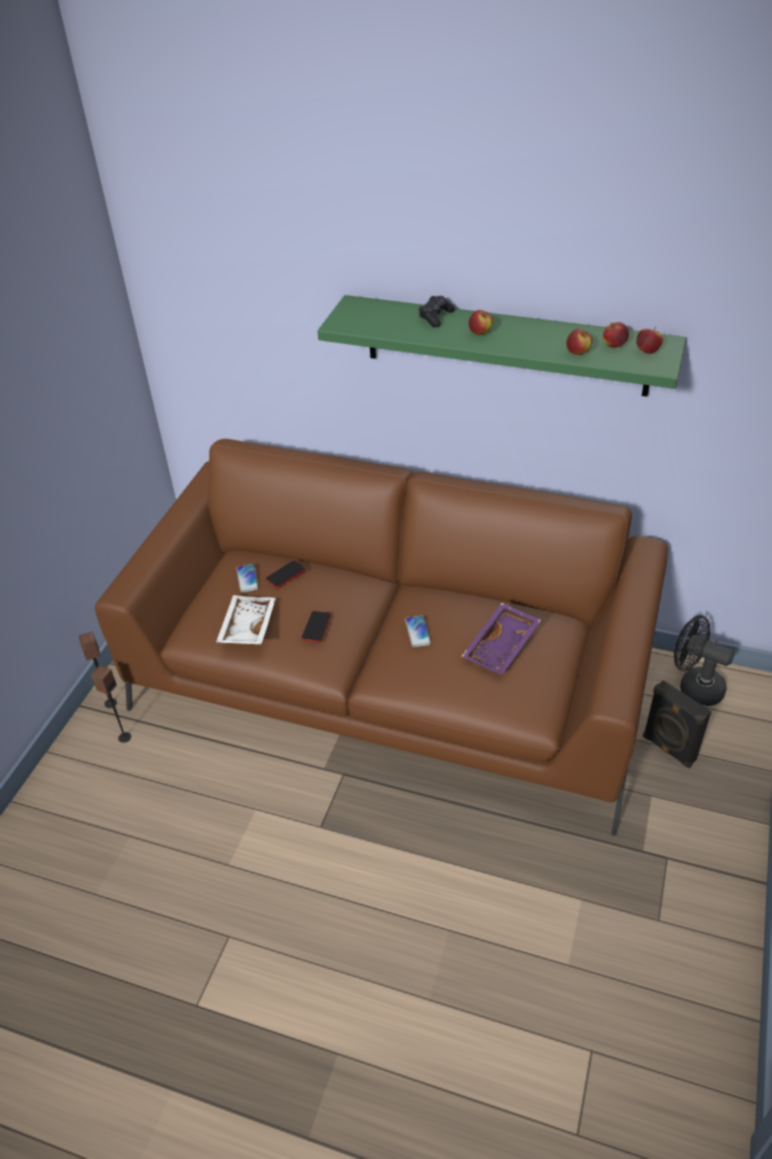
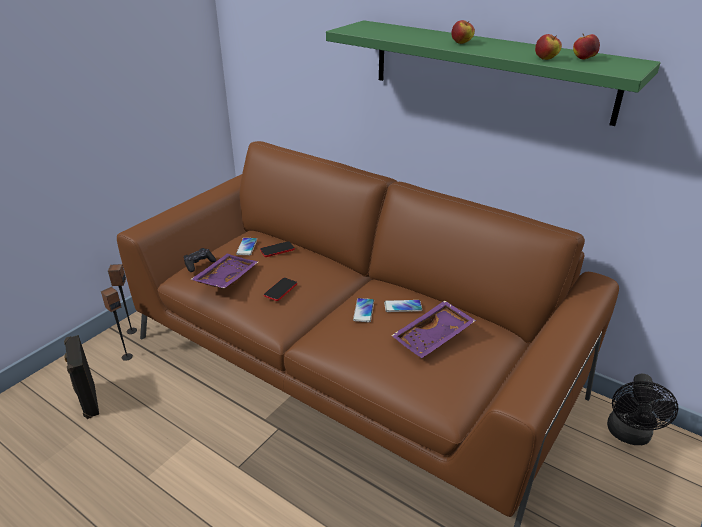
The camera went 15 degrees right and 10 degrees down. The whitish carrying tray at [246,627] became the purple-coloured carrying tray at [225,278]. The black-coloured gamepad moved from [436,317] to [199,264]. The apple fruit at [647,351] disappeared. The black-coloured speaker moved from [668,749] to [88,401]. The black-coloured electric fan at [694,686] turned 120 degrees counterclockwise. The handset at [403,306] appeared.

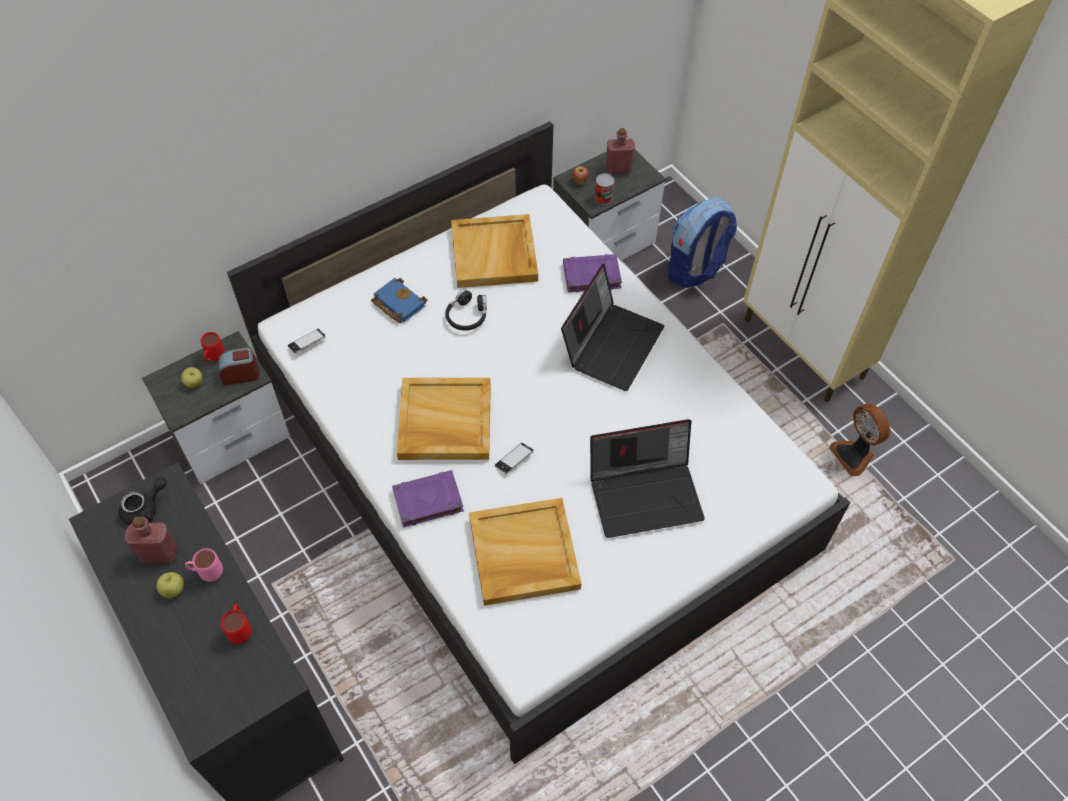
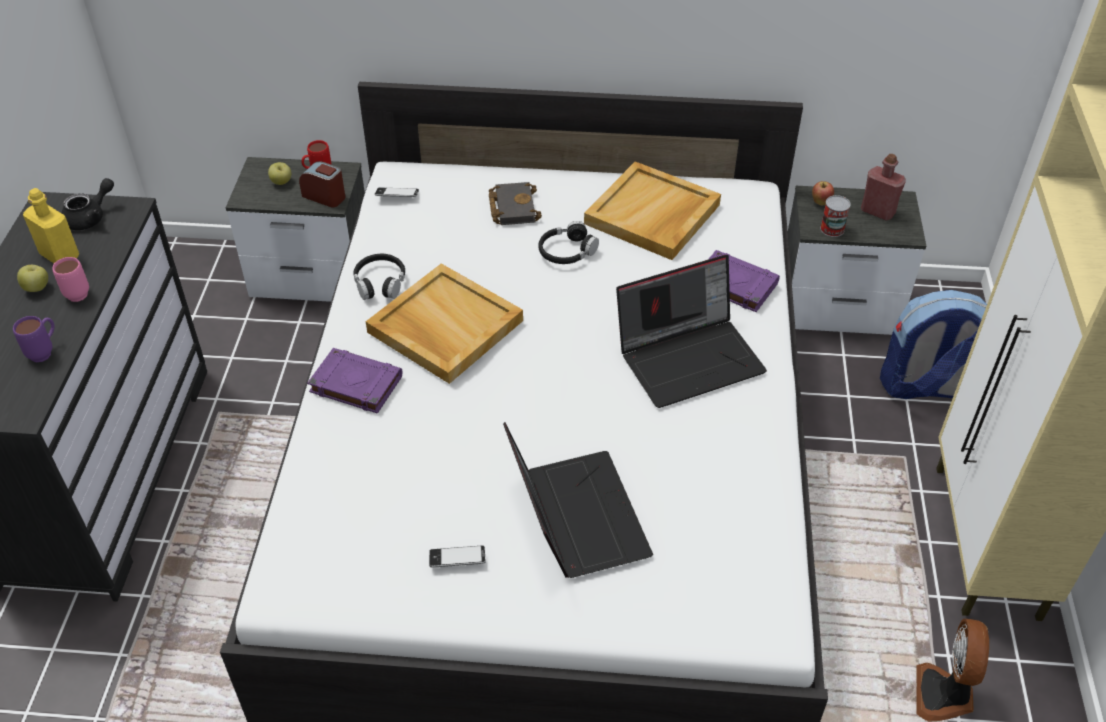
The camera went 40 degrees right and 10 degrees down. The black-coloured pot for tea at [145,509] turned 45 degrees counterclockwise. The red bottle at [159,554] became the yellow-coloured bottle at [60,256]. The red mug at [241,630] became the purple-coloured mug at [45,352]. The blue book at [397,303] became the black-coloured book at [512,207]. The beige carrying tray at [523,554] disappeared. The handset moved from [514,460] to [457,559]. The laptop at [646,493] turned 135 degrees counterclockwise. The black-coloured headset at [380,283] appeared.

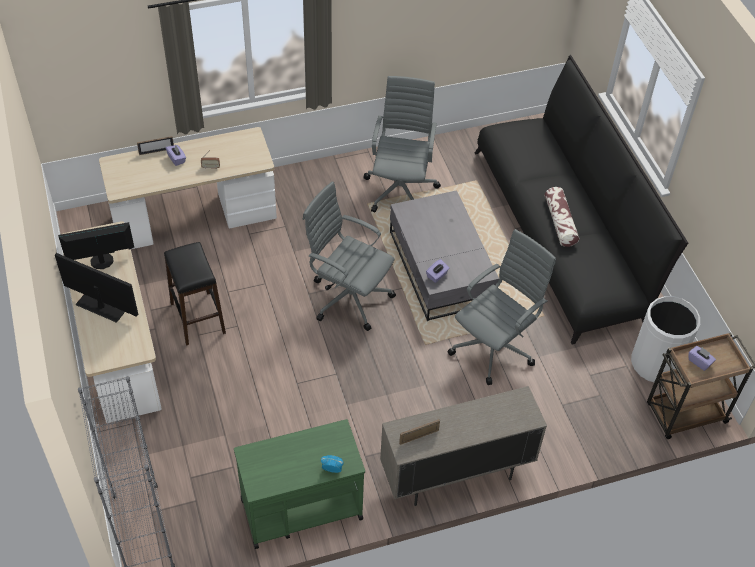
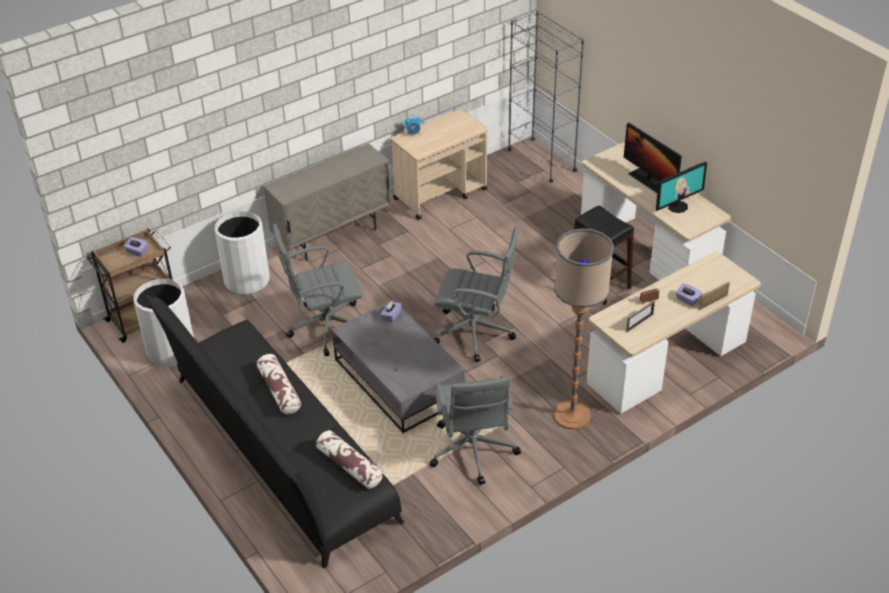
The camera went 165 degrees right and 10 degrees down. The monitor at [102,306] turned 45 degrees clockwise. The green trolley at [300,508] became the beige trolley at [441,194]. The photo frame moved from [419,437] to [639,322]. The gray office chair at [494,346] turned 45 degrees clockwise. The whitish rubbish bin at [247,281] appeared. The pillow at [349,466] appeared. The standing lamp at [572,415] appeared.

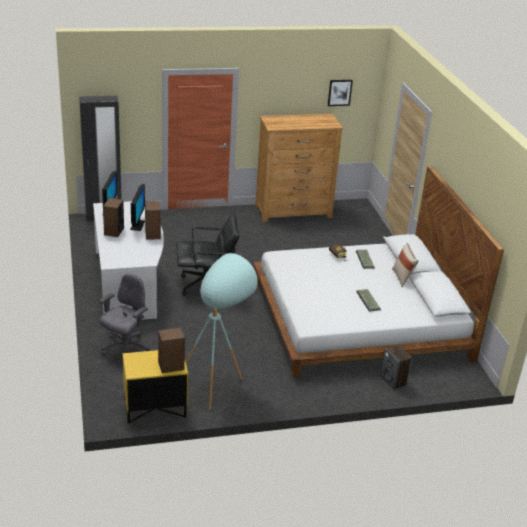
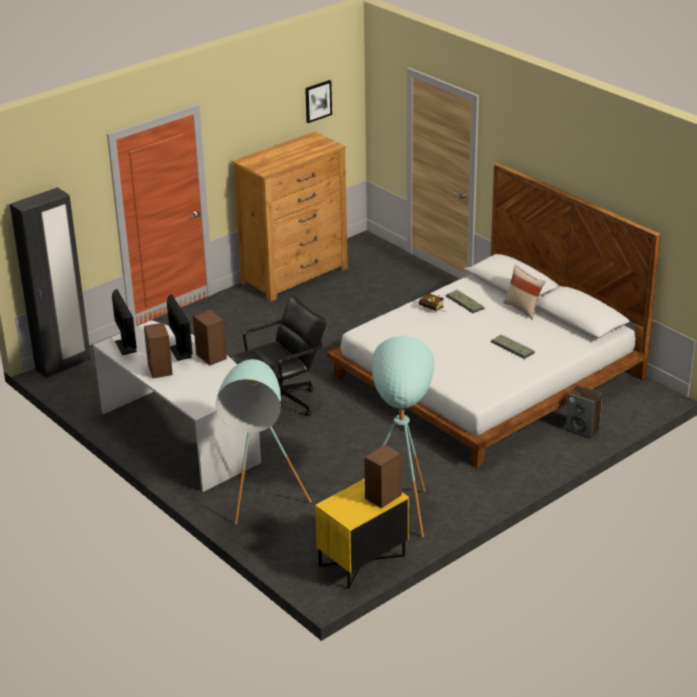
The camera went 25 degrees left and 0 degrees up. The gray office chair at [125,349] was replaced by the turquoise standing lamp at [260,511].

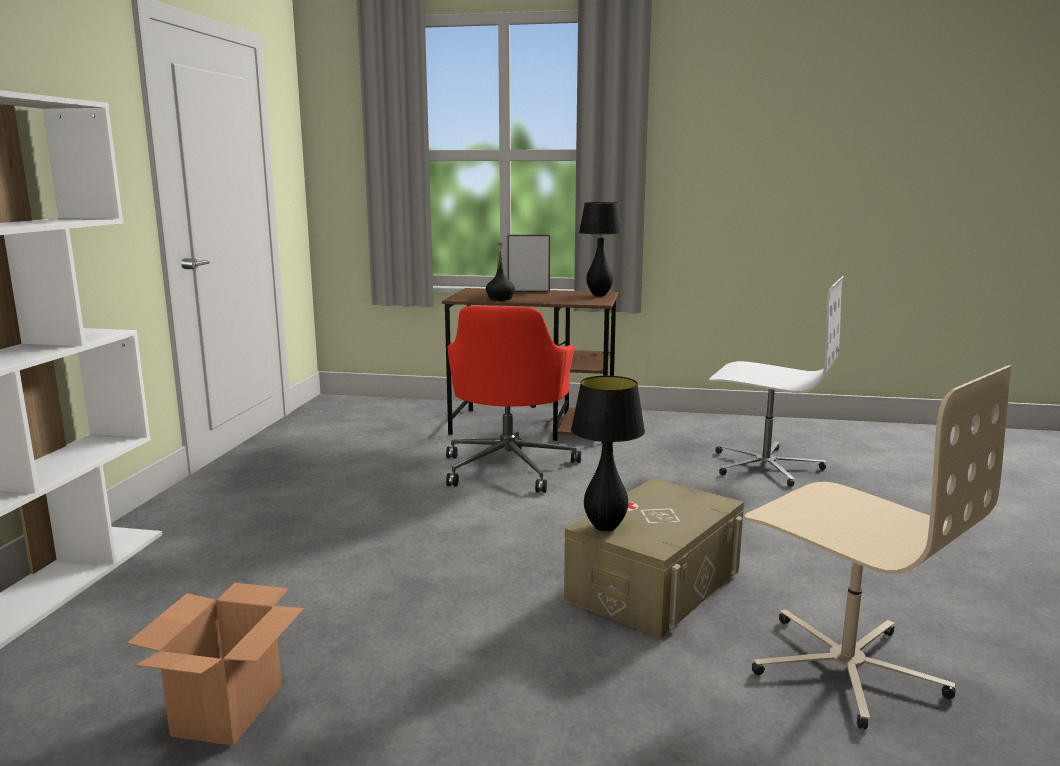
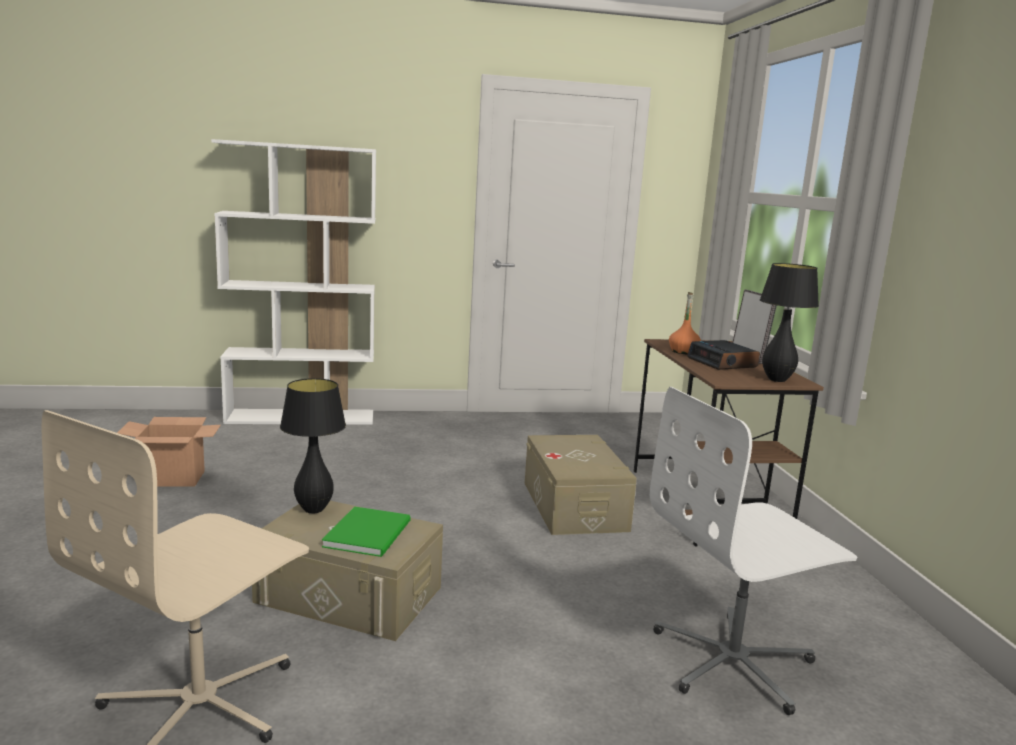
The camera went 70 degrees right and 0 degrees up. The red office chair at [509,467] was replaced by the beige storage container at [574,506]. The black-coloured bottle at [500,299] became the orange-coloured bottle at [683,351]. The whitish office chair at [765,465] turned 60 degrees clockwise. The green book at [370,533] appeared. The alarm clock at [723,362] appeared.

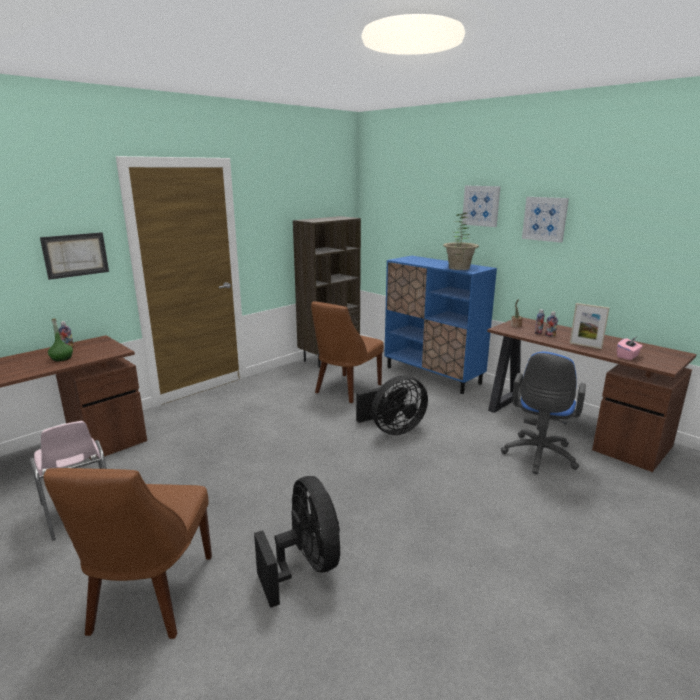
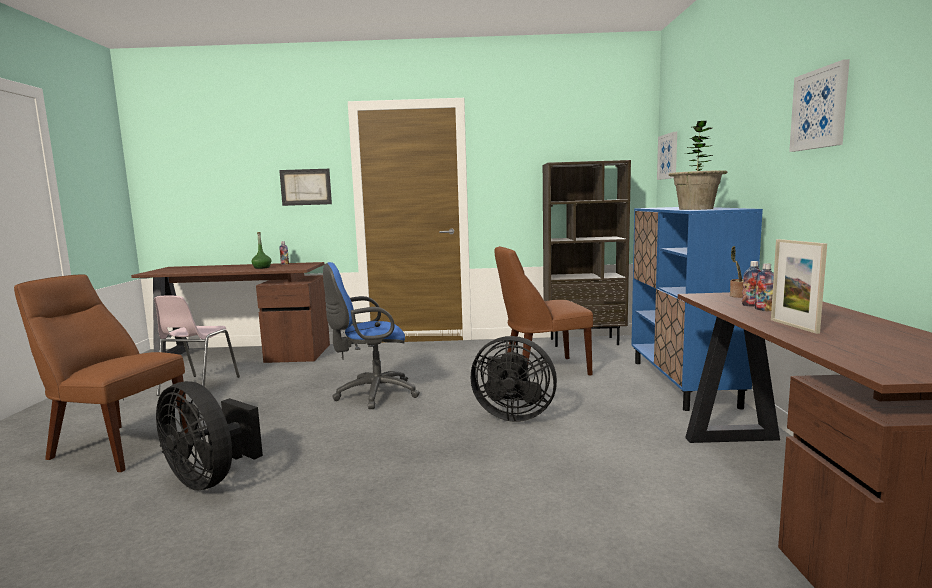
The camera went 45 degrees right and 10 degrees down. The brownish plain chair at [149,597] turned 60 degrees clockwise. The black-coloured electric fan at [305,566] turned 105 degrees clockwise. The wall art moved from [481,206] to [668,156]. The blue office chair moved from [538,457] to [372,394]. The pink-coloured box of tissues at [627,356] disappeared.

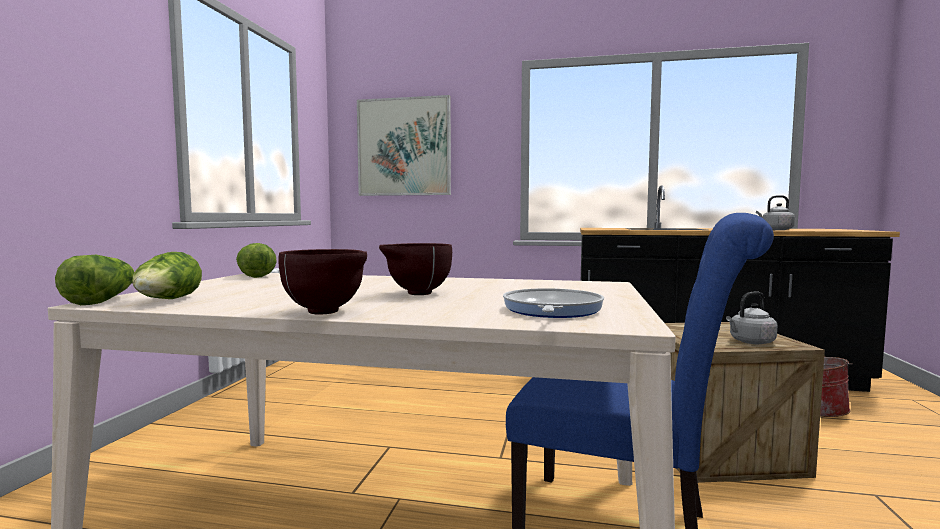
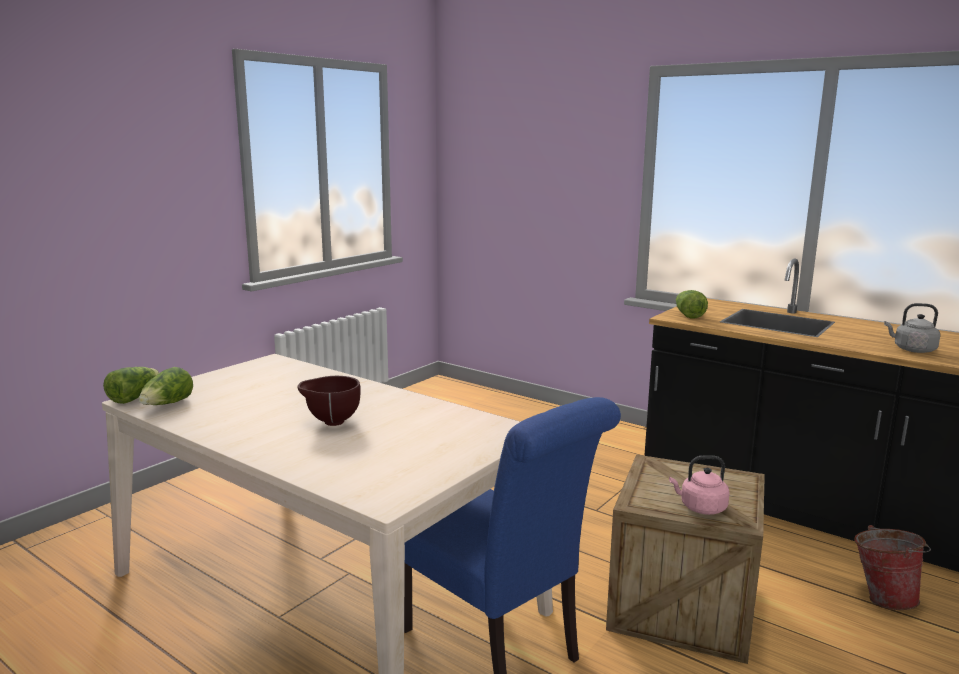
The camera went 25 degrees right and 10 degrees up. The head of lettuce moved from [255,275] to [688,315]. The brownish bowl at [326,312] disappeared. The wall art at [404,147] disappeared. The frying pan at [551,310] disappeared. The gray water kettle at [750,342] became the pink-coloured water kettle at [700,508].

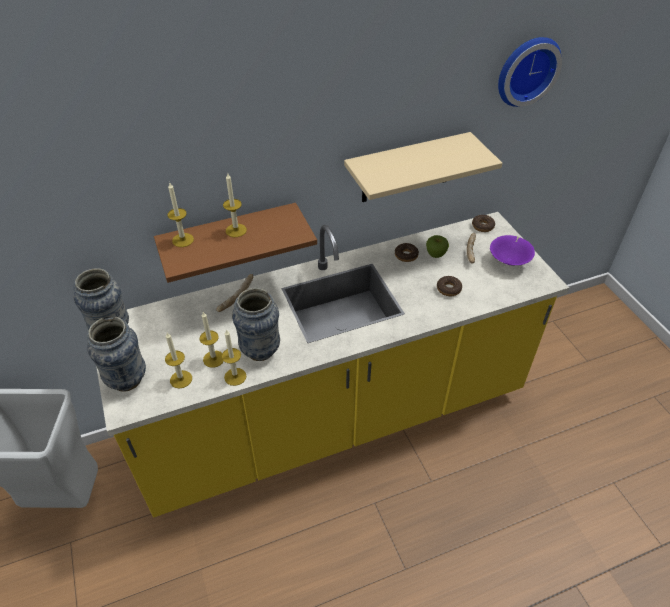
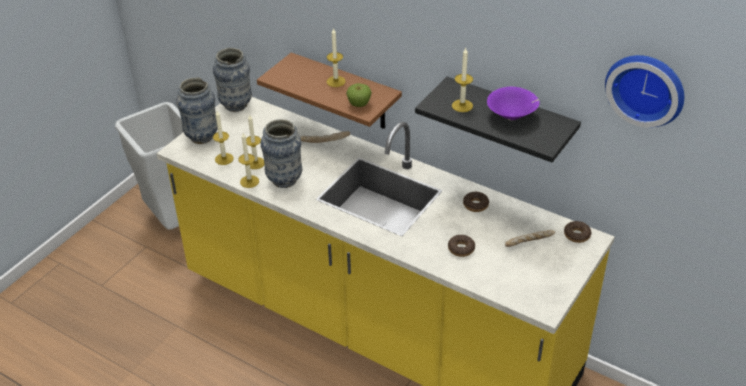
The camera went 55 degrees right and 5 degrees down. The wax light moved from [183,240] to [462,106]. The beige shelf at [406,168] became the black-coloured shelf at [509,121]. The apple fruit moved from [435,254] to [359,104]. The purple-coloured bowl moved from [509,261] to [512,117].

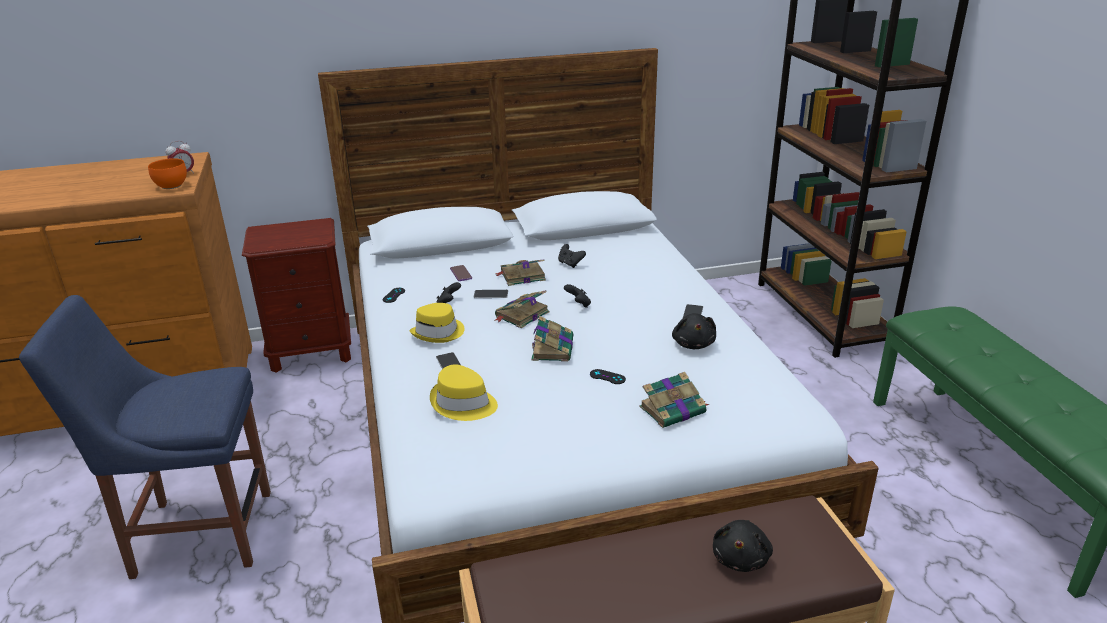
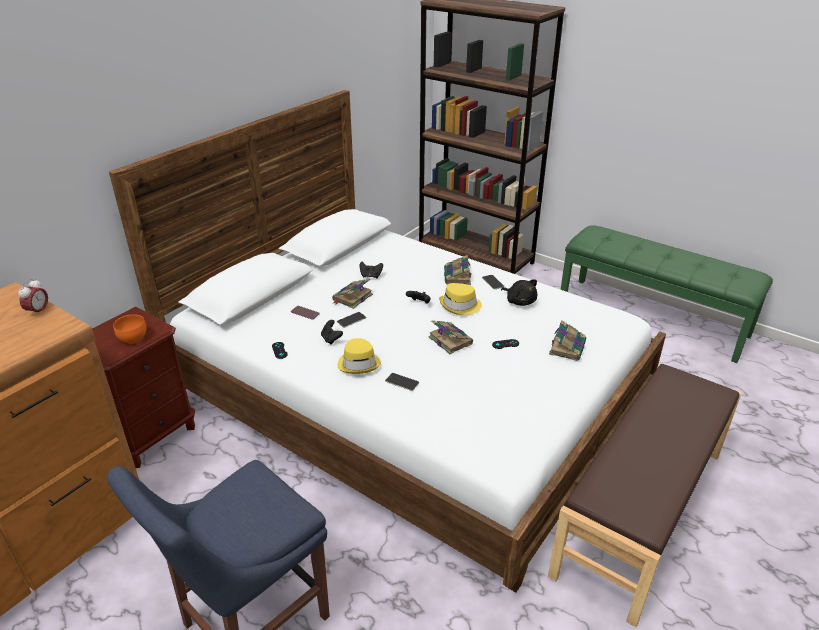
The camera went 40 degrees left and 5 degrees up. The orange-coloured bowl moved from [170,186] to [133,339]. The yellow-coloured wearable hat moved from [463,404] to [460,306]. The book moved from [521,315] to [457,277]. The black-coloured soft toy at [741,558] disappeared.

